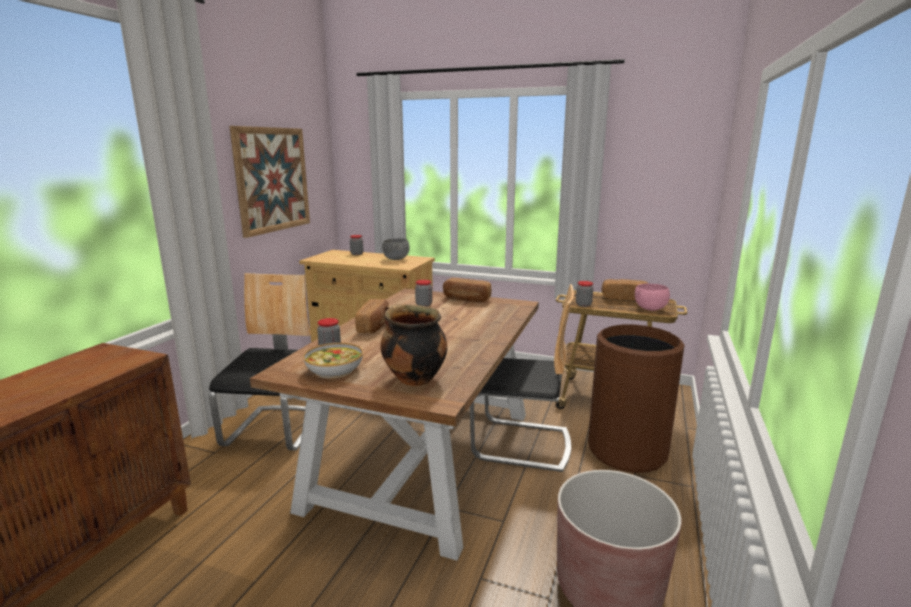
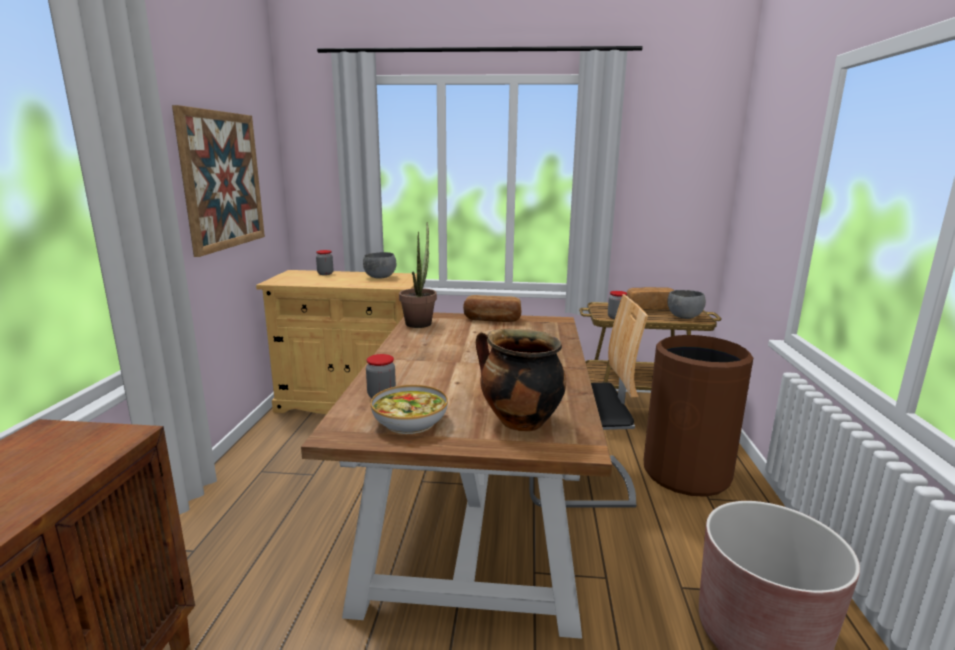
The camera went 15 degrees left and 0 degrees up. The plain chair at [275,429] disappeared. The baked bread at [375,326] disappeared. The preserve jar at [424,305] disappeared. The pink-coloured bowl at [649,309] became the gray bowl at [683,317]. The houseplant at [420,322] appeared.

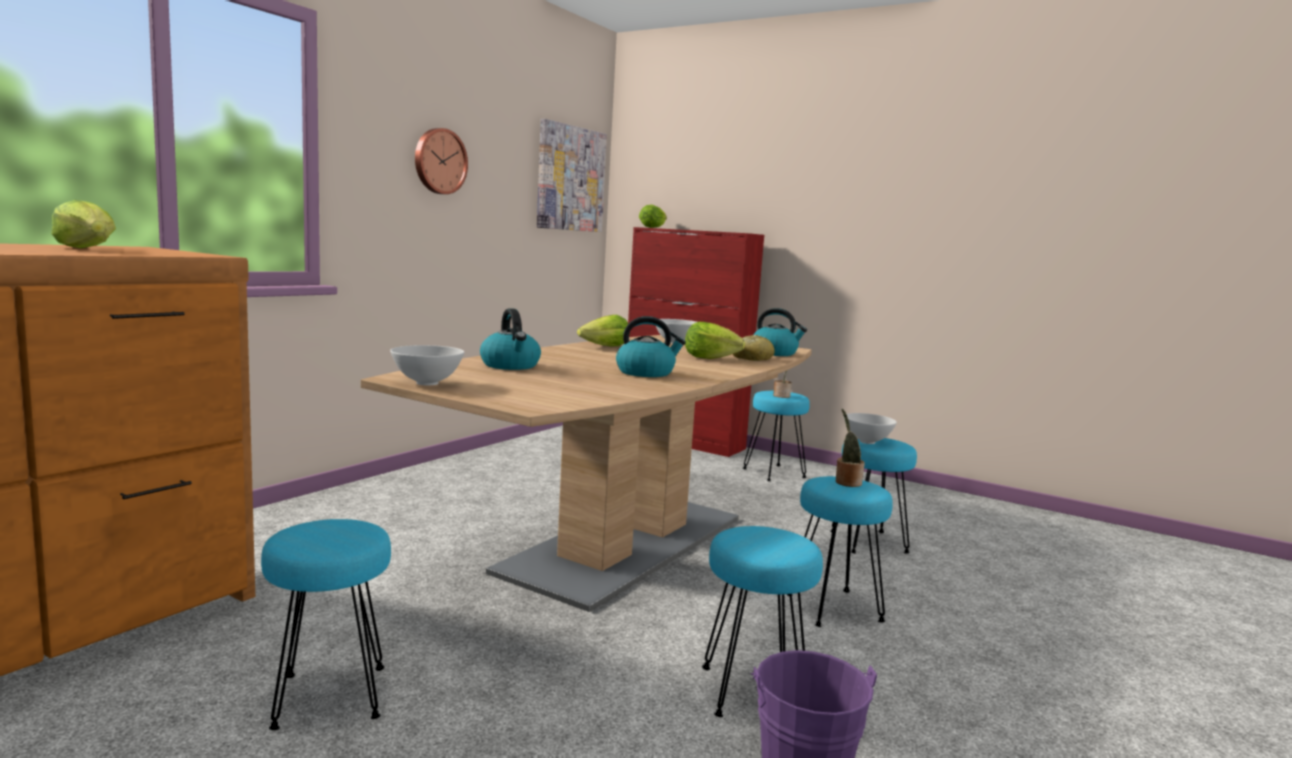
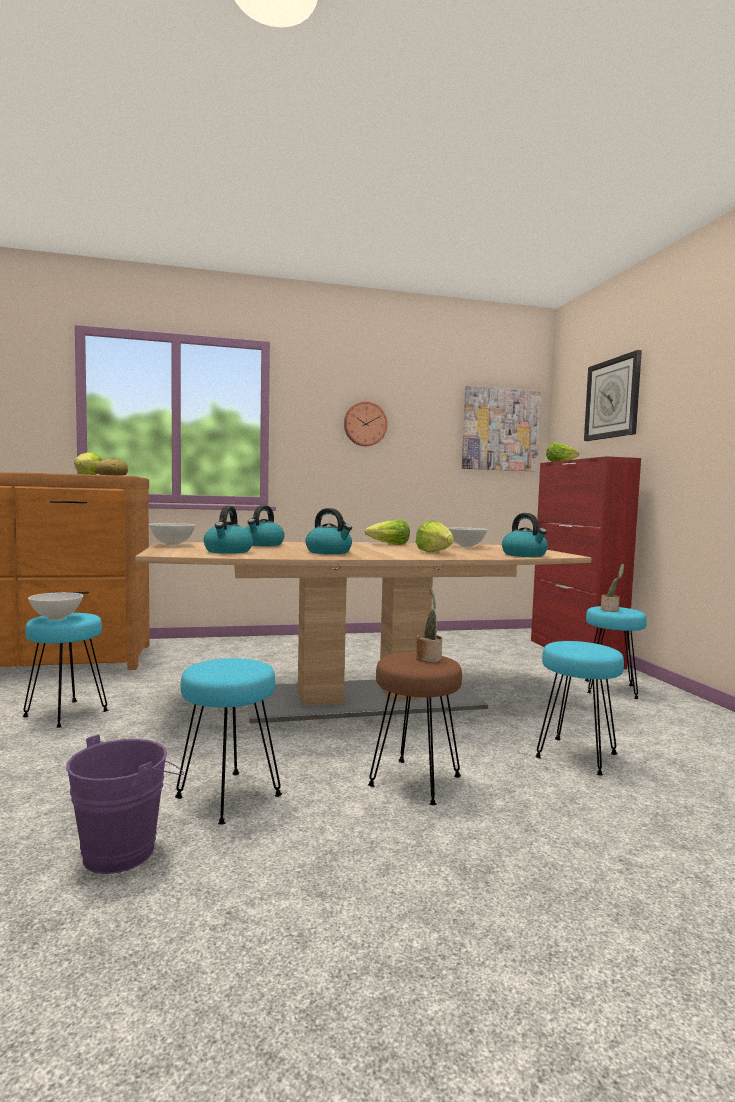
The camera went 45 degrees right and 5 degrees down. The baked bread moved from [751,358] to [112,475]. The turquoise stool seat at [833,608] became the brownish stool seat at [414,782]. The whitish bowl moved from [866,442] to [56,618]. The water kettle at [228,551] appeared. The clock on the wall at [612,398] appeared.

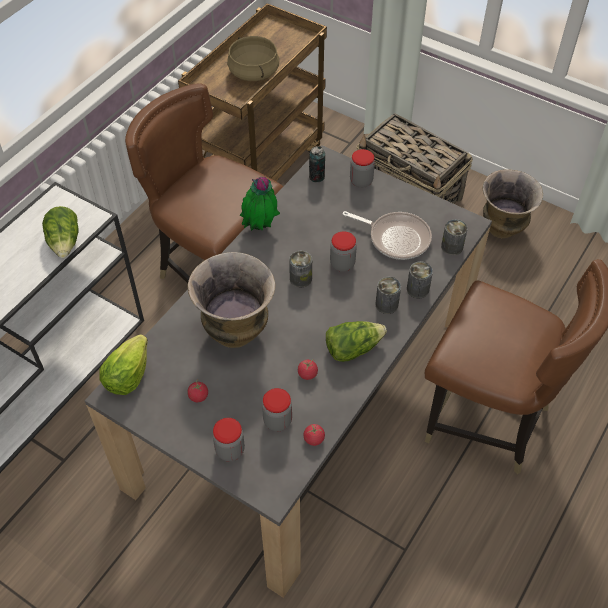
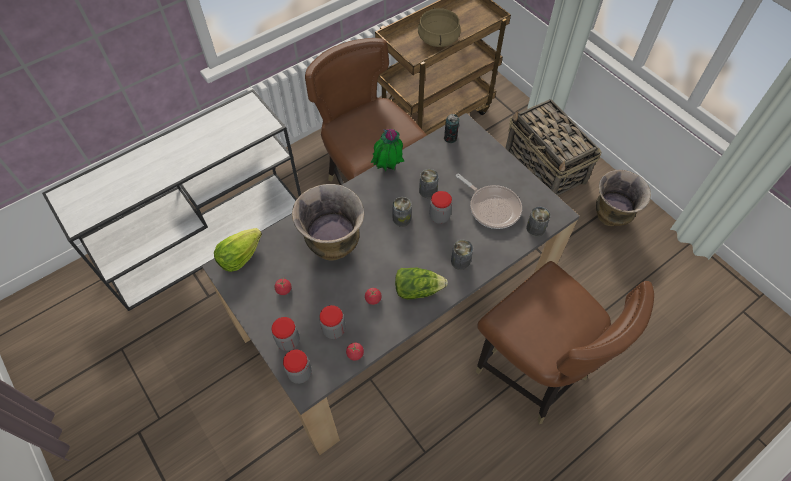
The camera went 20 degrees right and 5 degrees up. The head of lettuce at [65,242] disappeared. The preserve jar moved from [361,181] to [300,373]. The metal can moved from [418,289] to [428,191].

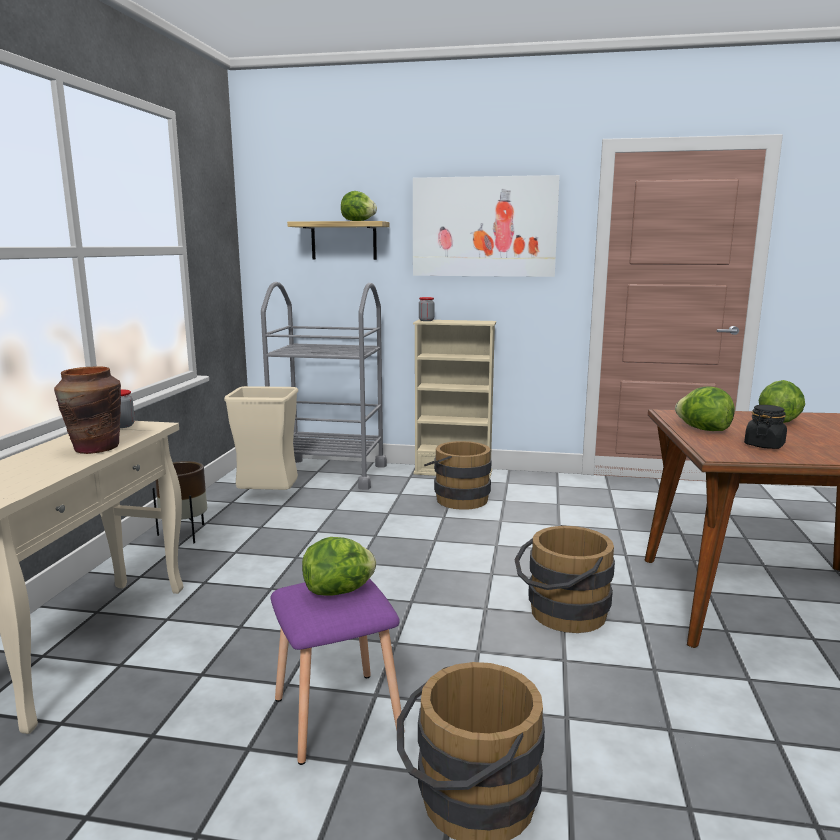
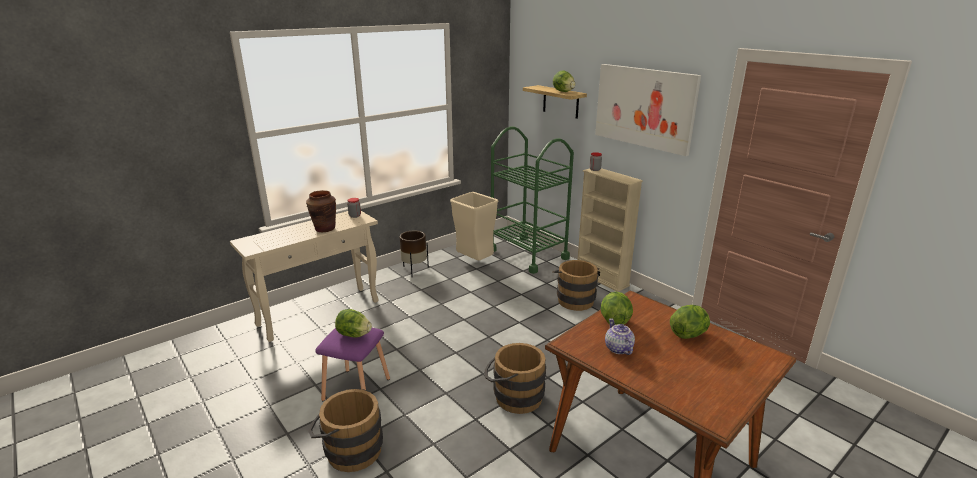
The camera went 40 degrees right and 10 degrees up. The gray trolley at [328,473] became the green trolley at [528,254]. The black-coloured preserve jar at [764,445] was replaced by the pot for tea at [617,348].

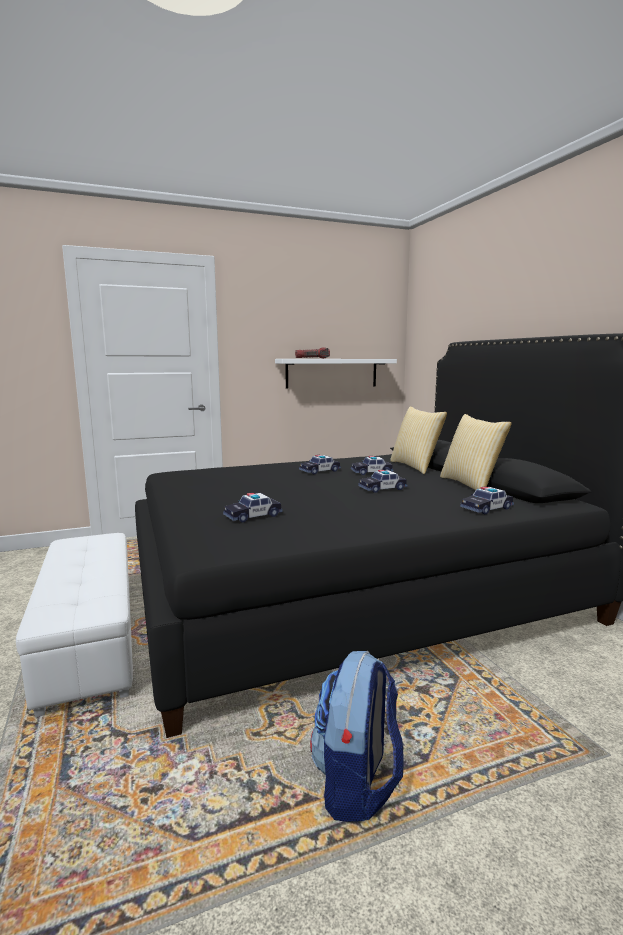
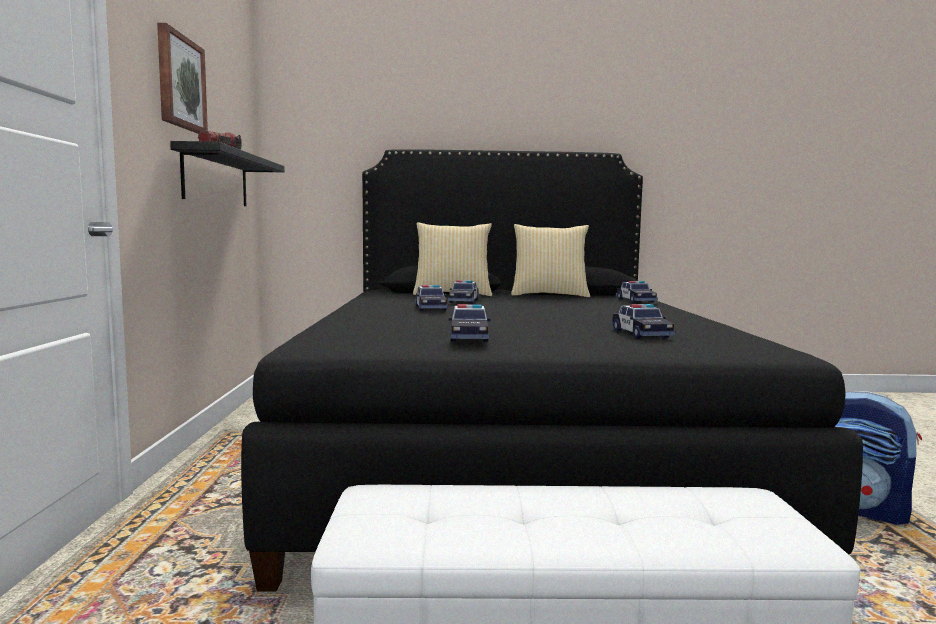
The camera went 70 degrees left and 5 degrees down. The whitish shelf at [332,373] became the black-coloured shelf at [216,179]. The toy car moved from [382,488] to [469,336]. The wall art at [180,82] appeared.

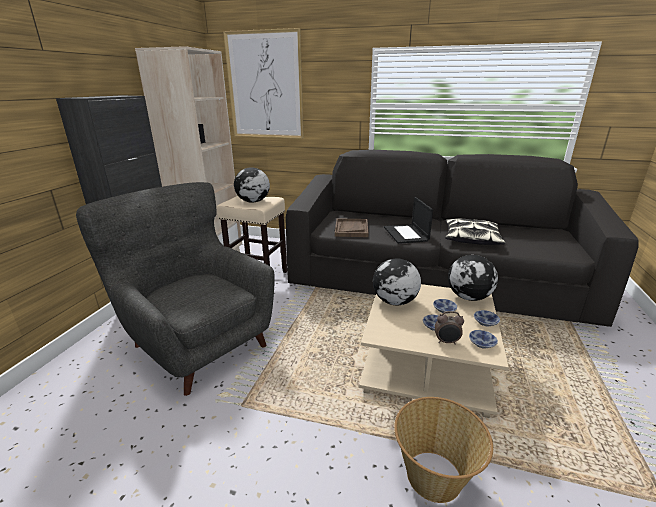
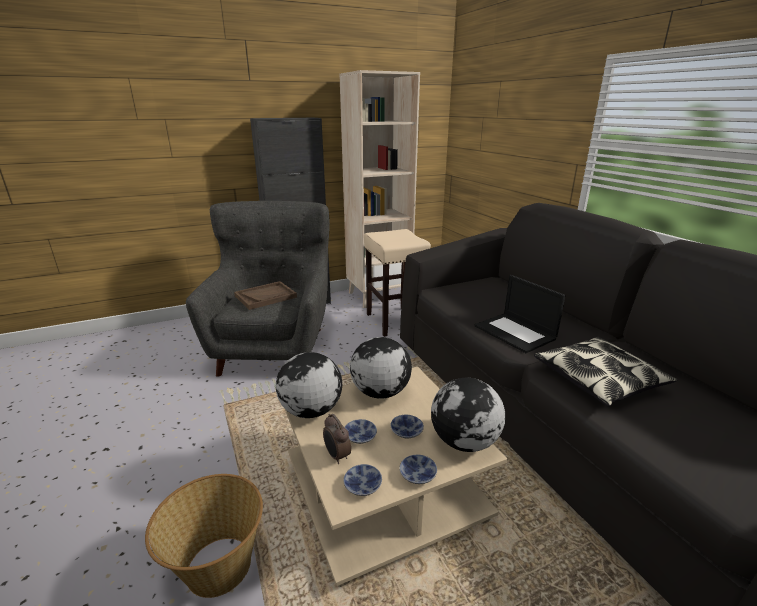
The camera went 50 degrees right and 0 degrees up. The wall art at [265,86] disappeared. The desk globe moved from [253,202] to [310,410]. The brownish carrying tray moved from [351,229] to [266,296]. The laptop at [406,234] turned 75 degrees counterclockwise.

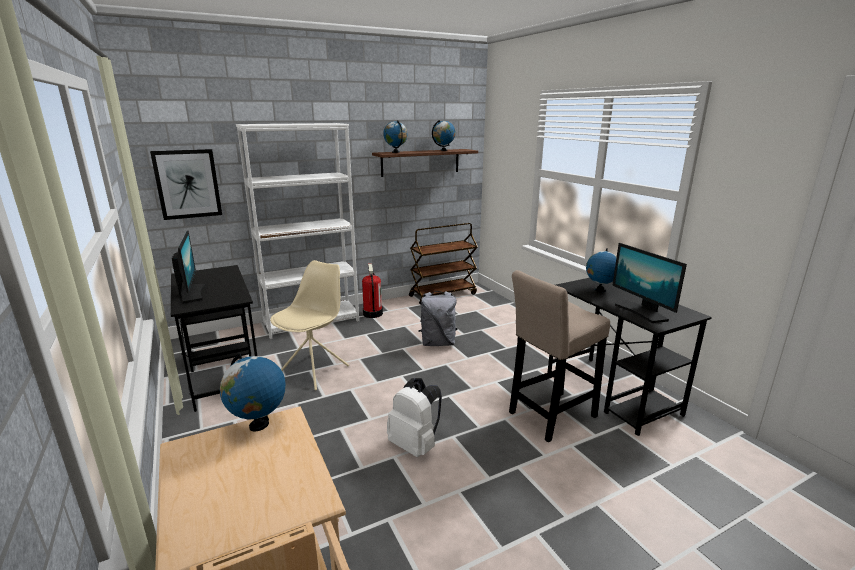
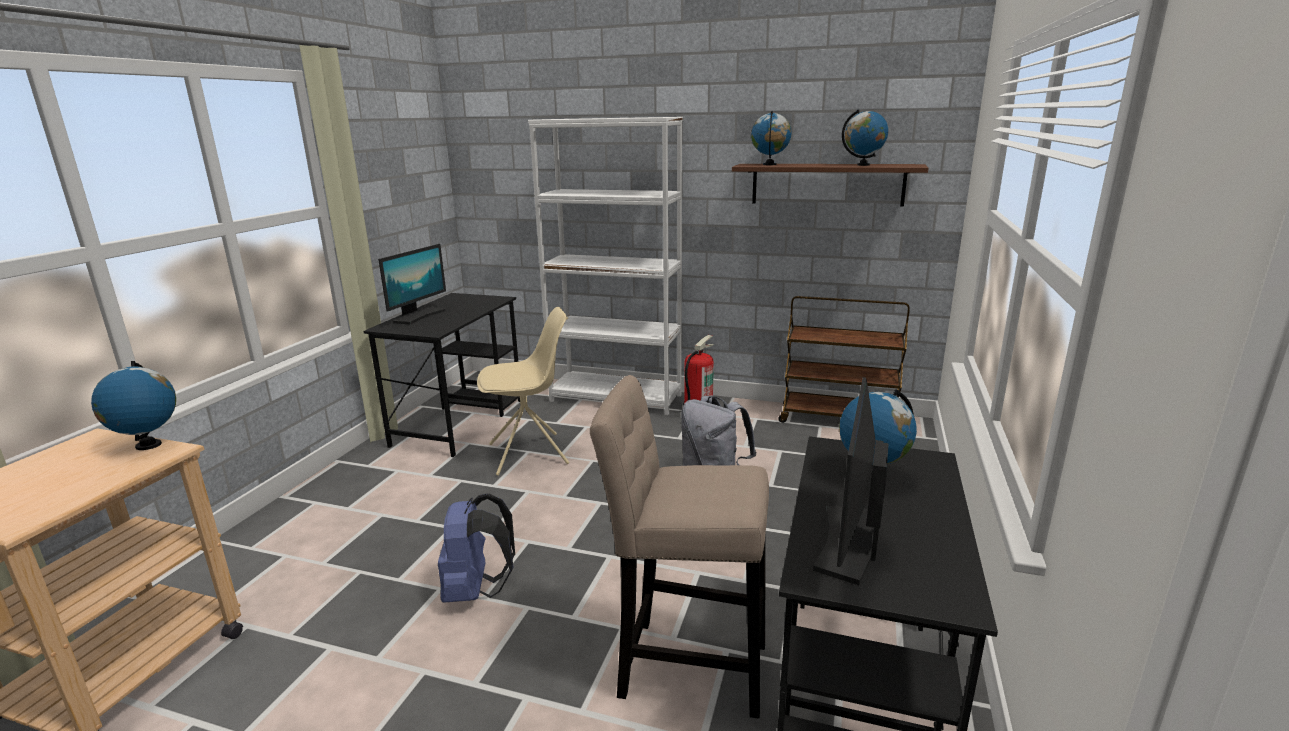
The camera went 45 degrees right and 0 degrees up. The wall art at [187,184] disappeared. The whitish rucksack at [415,445] became the blue rucksack at [476,590].

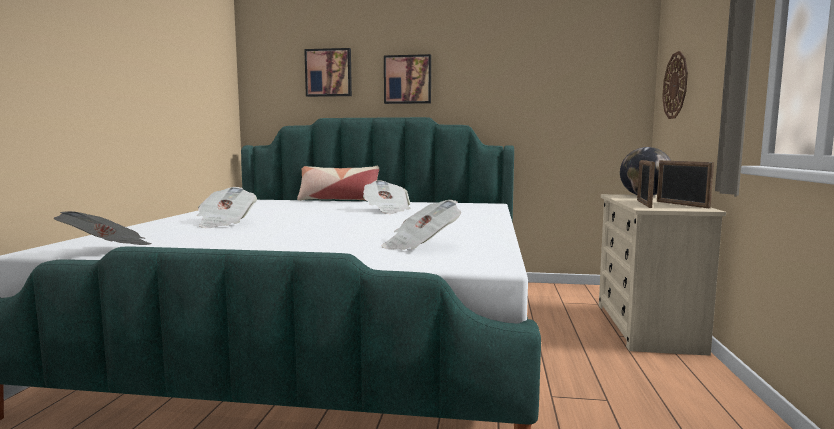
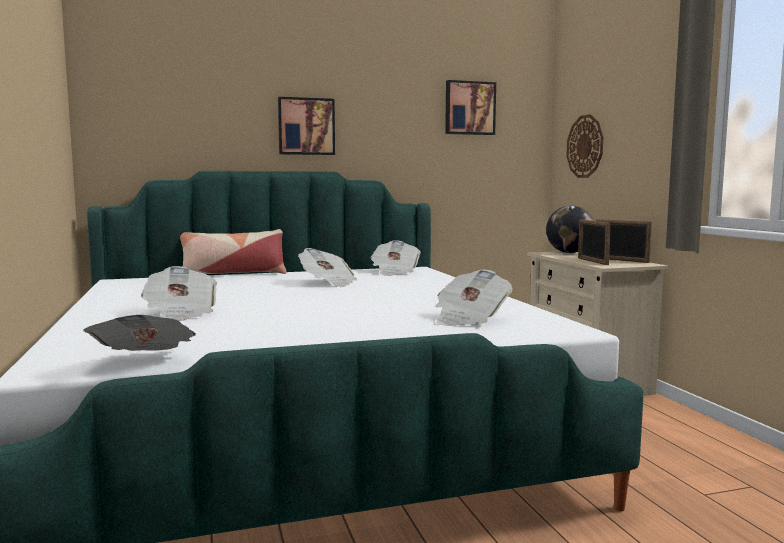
The camera went 25 degrees left and 0 degrees up. The wall art moved from [329,73] to [469,108]. The daily paper at [394,272] appeared.

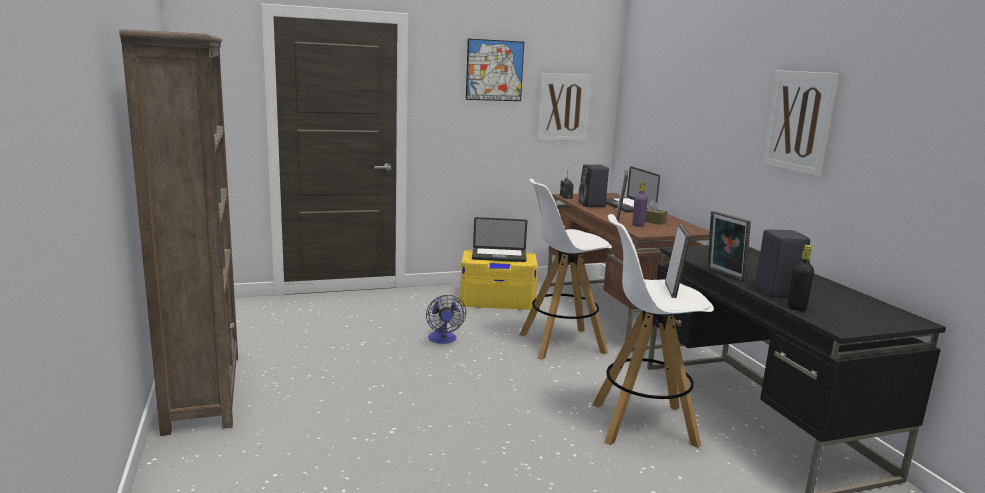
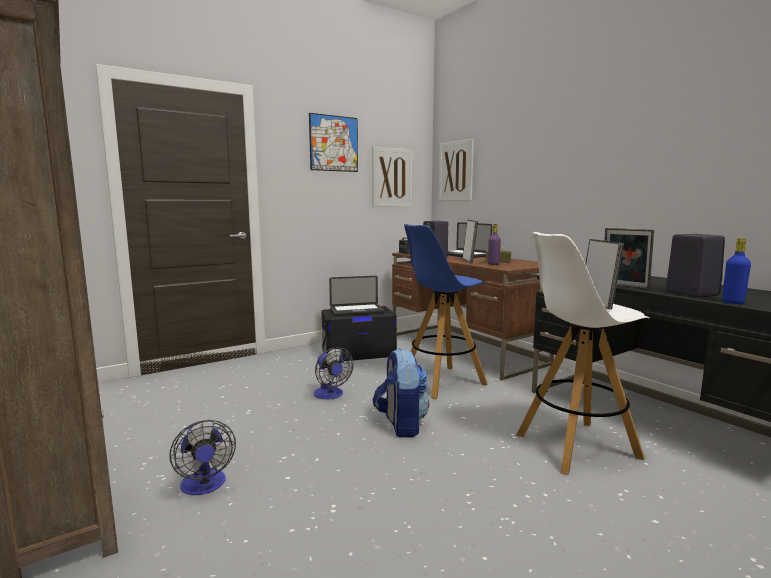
The camera went 15 degrees left and 5 degrees down. The yellow-coloured storage container at [497,300] became the black-coloured storage container at [358,352]. The whitish stool seat at [560,343] became the blue stool seat at [441,382]. The wall art moved from [798,121] to [455,171]. The black-coloured bottle at [796,308] became the blue bottle at [733,302]. The electric fan at [204,486] appeared. The rucksack at [401,425] appeared.

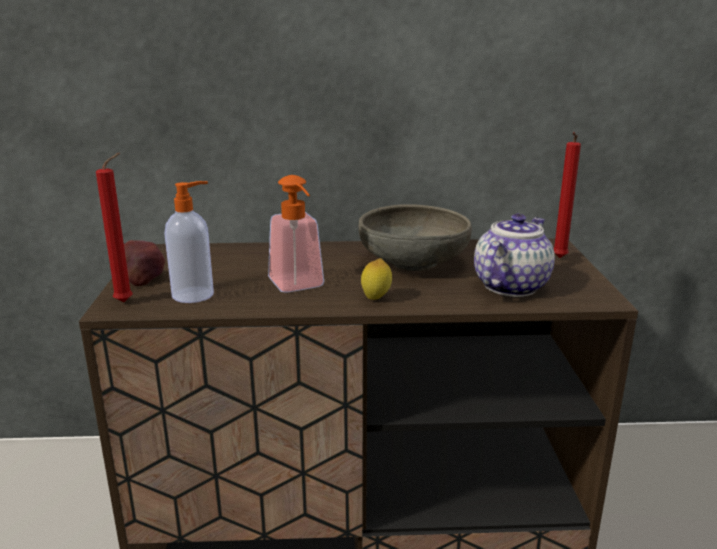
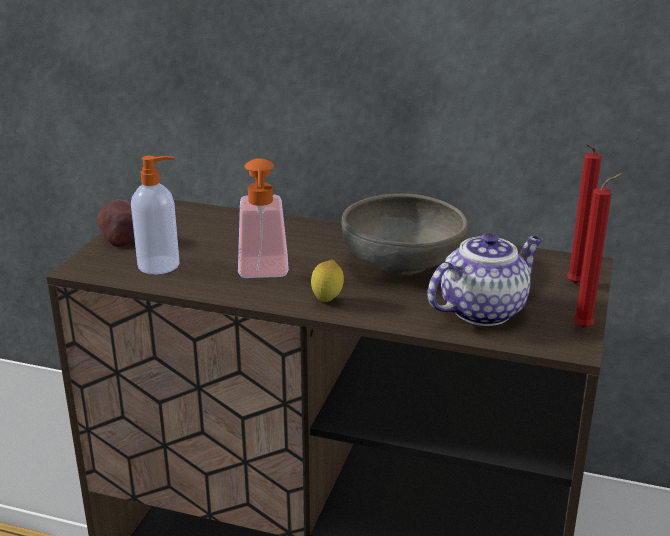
The camera went 20 degrees right and 5 degrees up. The red wax light moved from [127,301] to [586,328].

